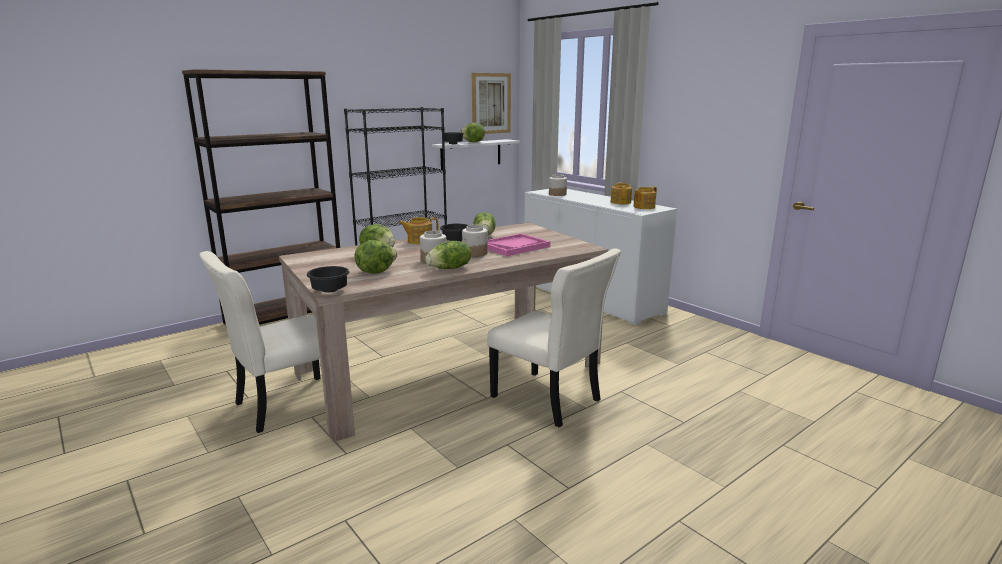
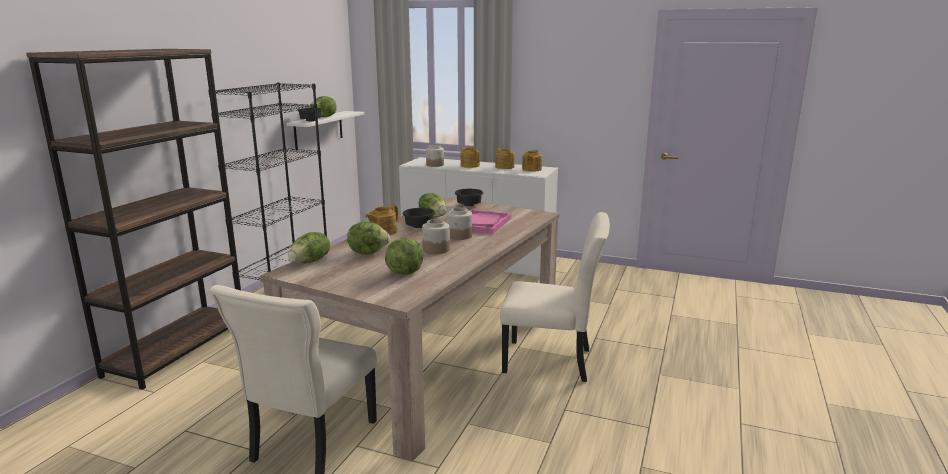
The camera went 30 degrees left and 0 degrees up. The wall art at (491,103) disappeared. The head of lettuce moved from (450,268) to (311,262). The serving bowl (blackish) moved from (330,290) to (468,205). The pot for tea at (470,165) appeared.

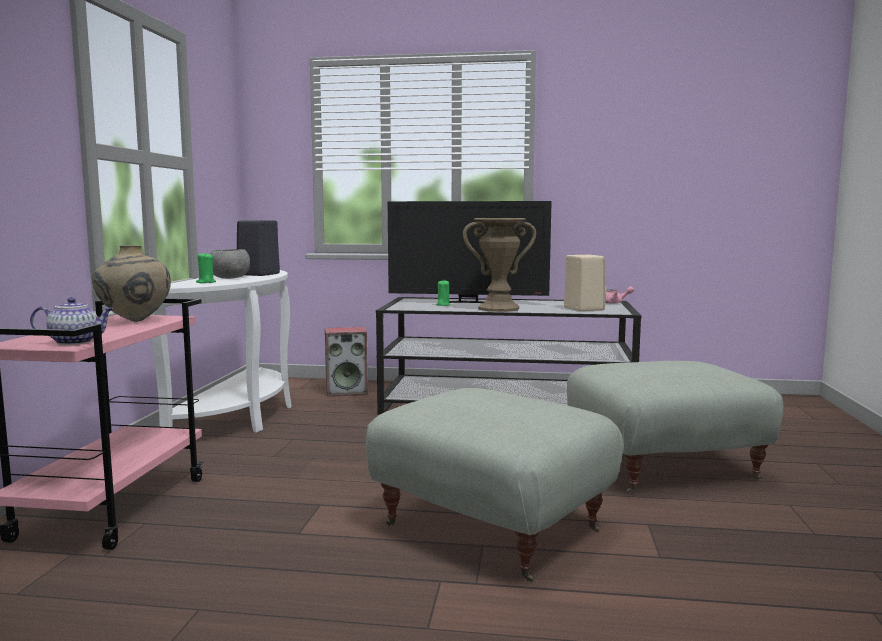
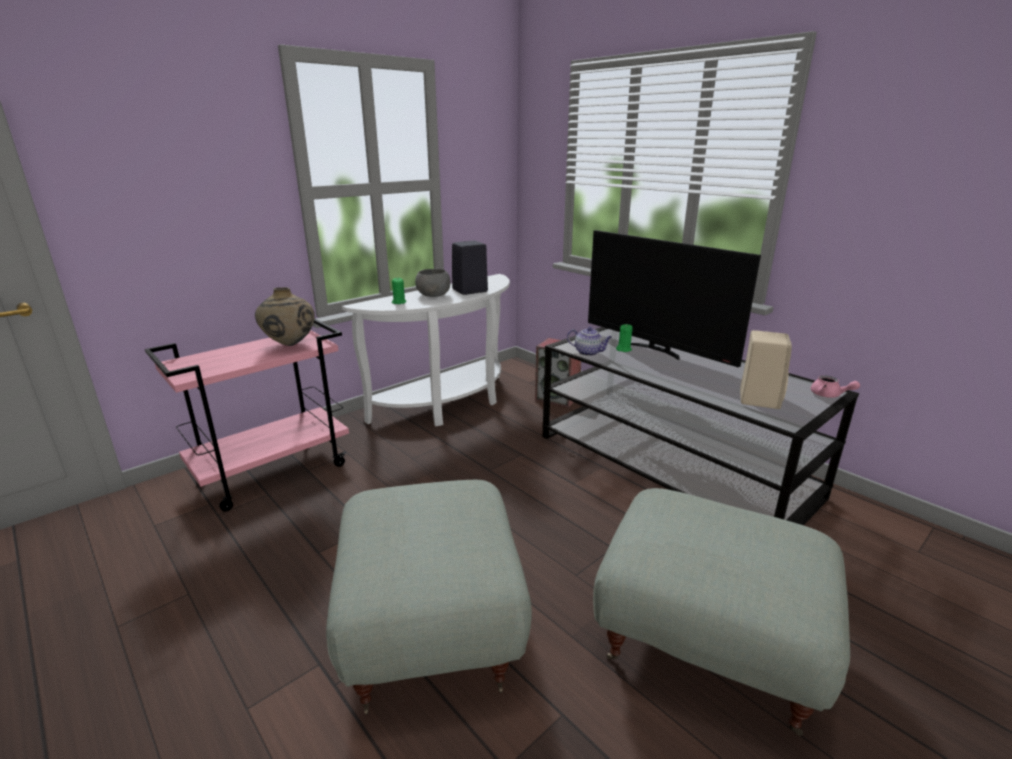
The camera went 40 degrees right and 15 degrees up. The decorative vase (brown) at (498,308) disappeared. The pot for tea moved from (76,342) to (589,352).

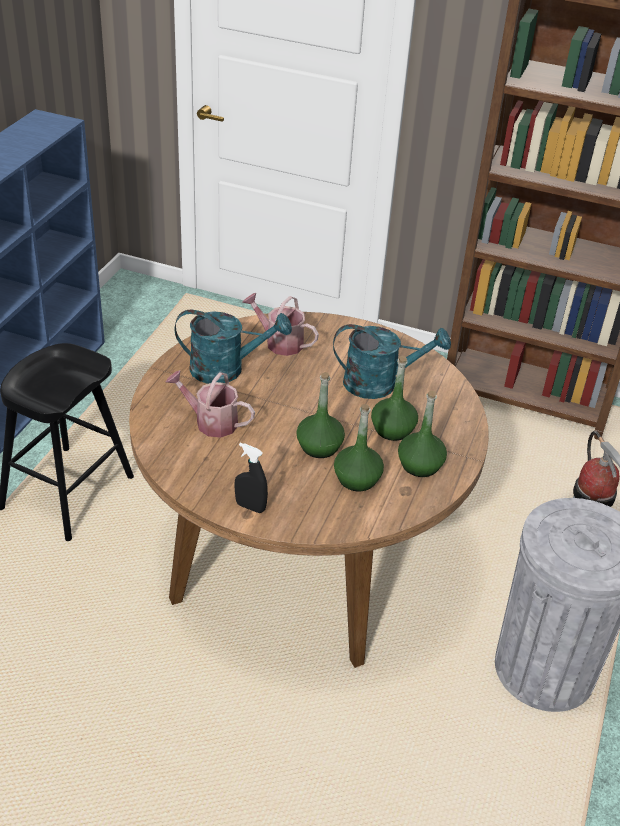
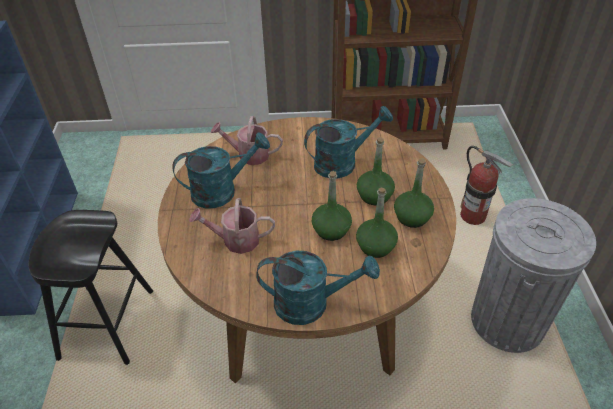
The camera went 20 degrees left and 5 degrees up. The spray bottle (blackish) at (250,507) was replaced by the sprinkling can (turquoise-coloured) at (311,303).

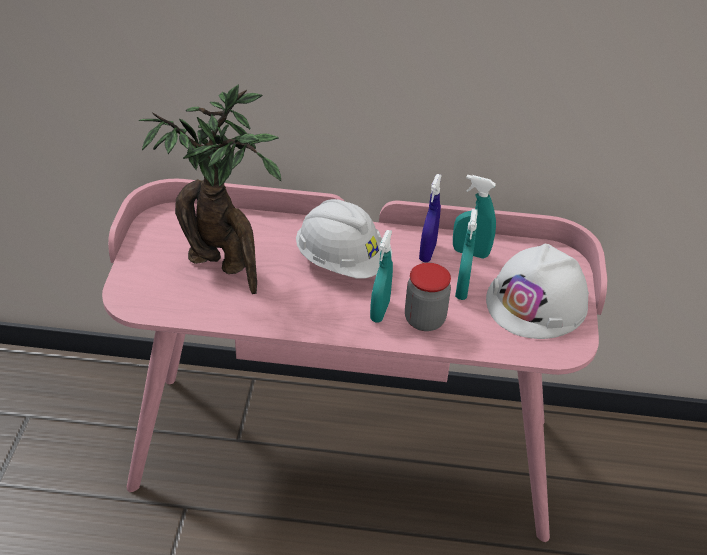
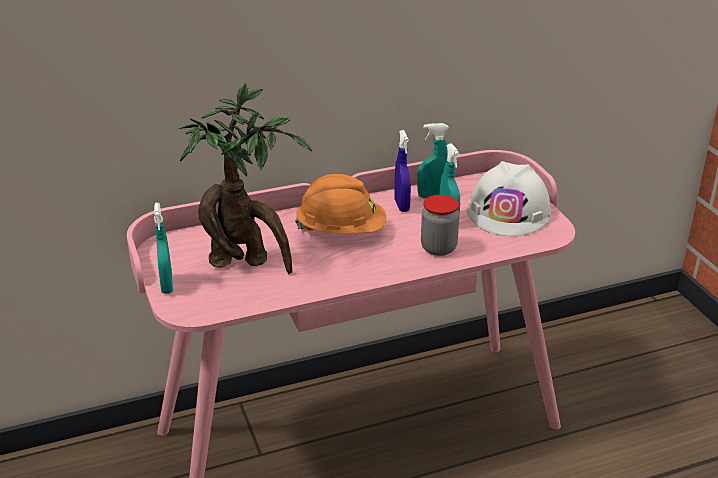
The camera went 25 degrees left and 10 degrees down. The safety helmet (whitish) at (342,262) became the safety helmet (orange) at (341,231). The spray bottle (turquoise-coloured) moved from (379,311) to (167,285).

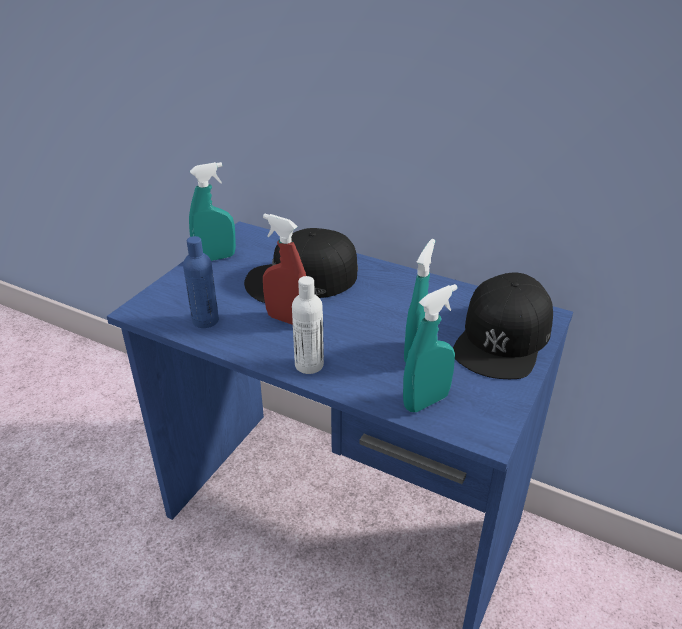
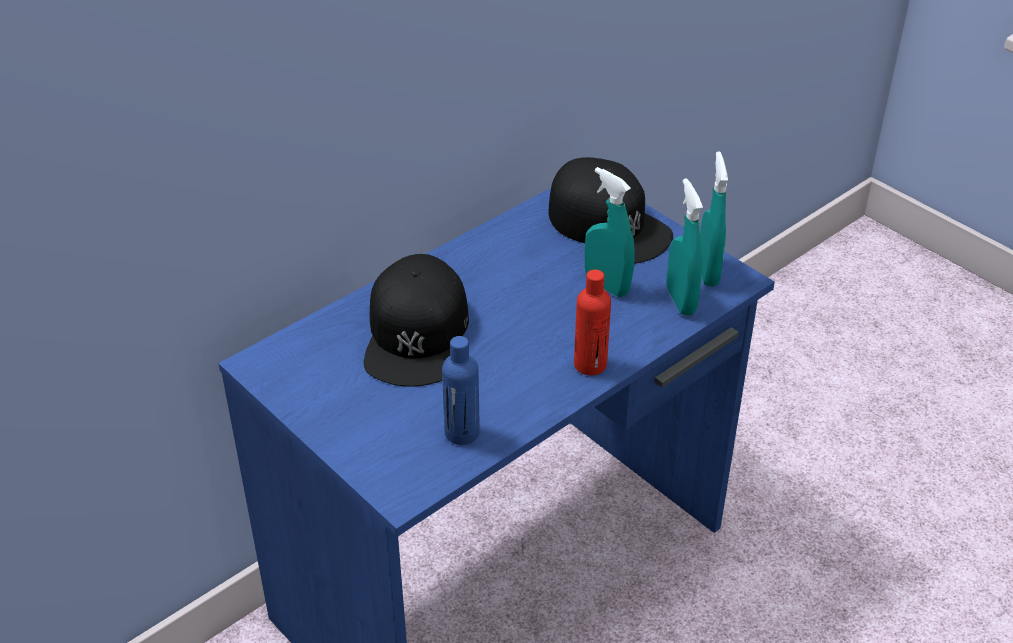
The camera went 70 degrees left and 5 degrees up. The spray bottle (turquoise-coloured) moved from (216,258) to (708,273). The spray bottle (reddish) at (287,319) disappeared. The drink bottle (whitish) at (309,365) became the drink bottle (reddish) at (590,364).

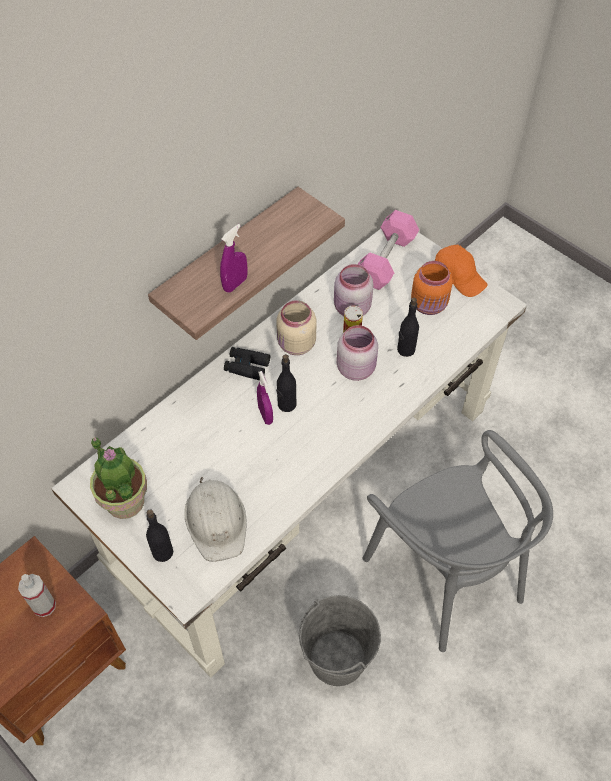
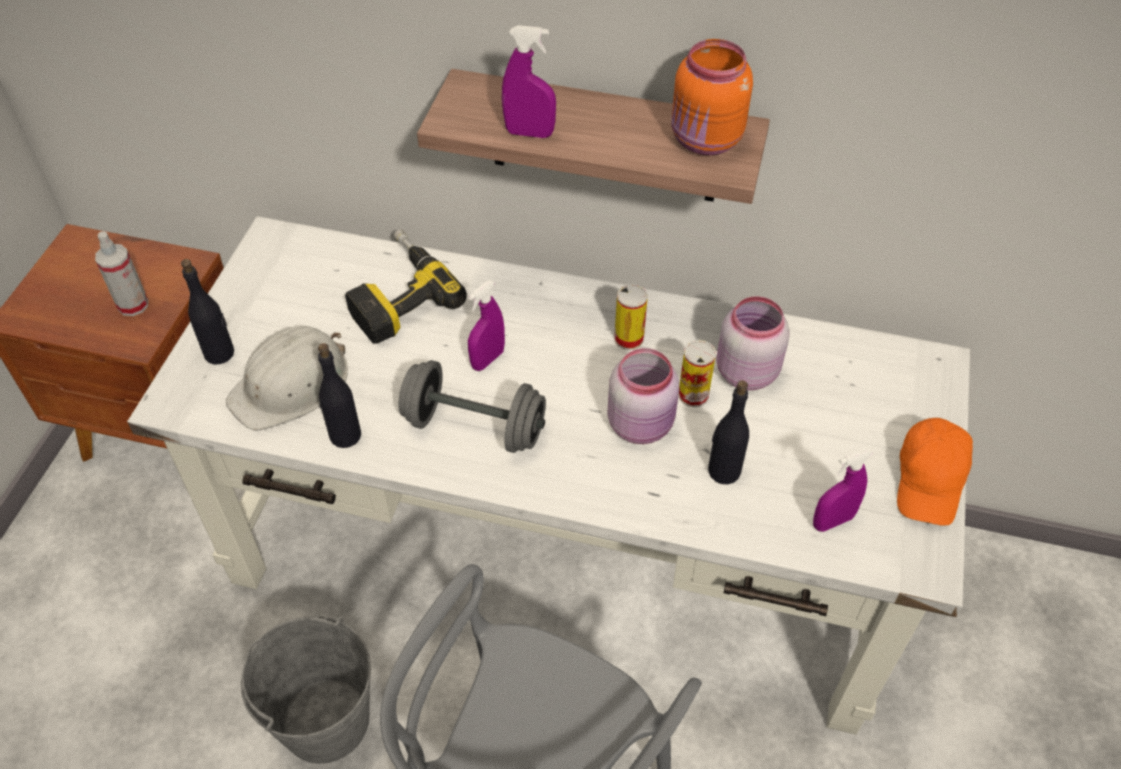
The camera went 60 degrees right and 5 degrees down. The dumbbell (pink-coloured) at (386,260) disappeared. The preserve jar (orange) moved from (429,305) to (705,141). The preserve jar (beige) at (295,345) was replaced by the sealed can at (628,339). The pair of binoculars (blackish) at (247,366) disappeared. The drink bottle (blackish) moved from (286,404) to (345,435). The plant in a pot at (125,500) disappeared. The drill at (396,295) appeared. The dumbbell (grey) at (474,426) appeared. The spray bottle (purple) at (832,521) appeared.

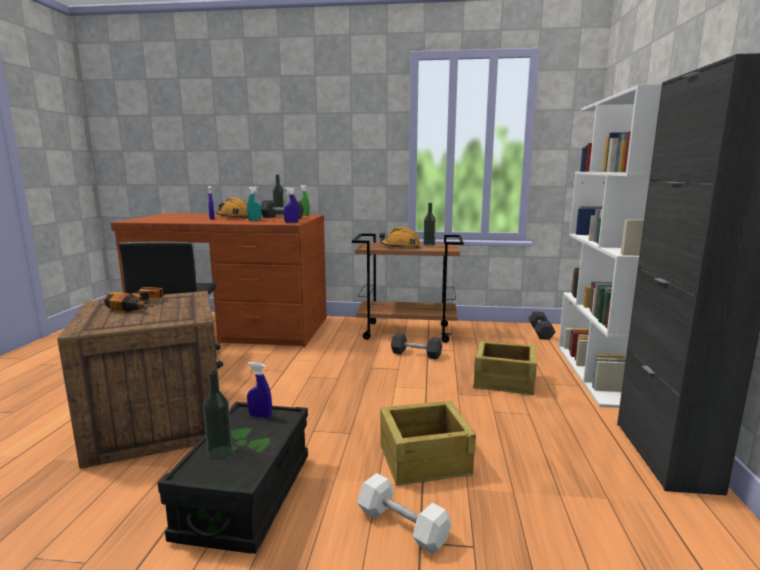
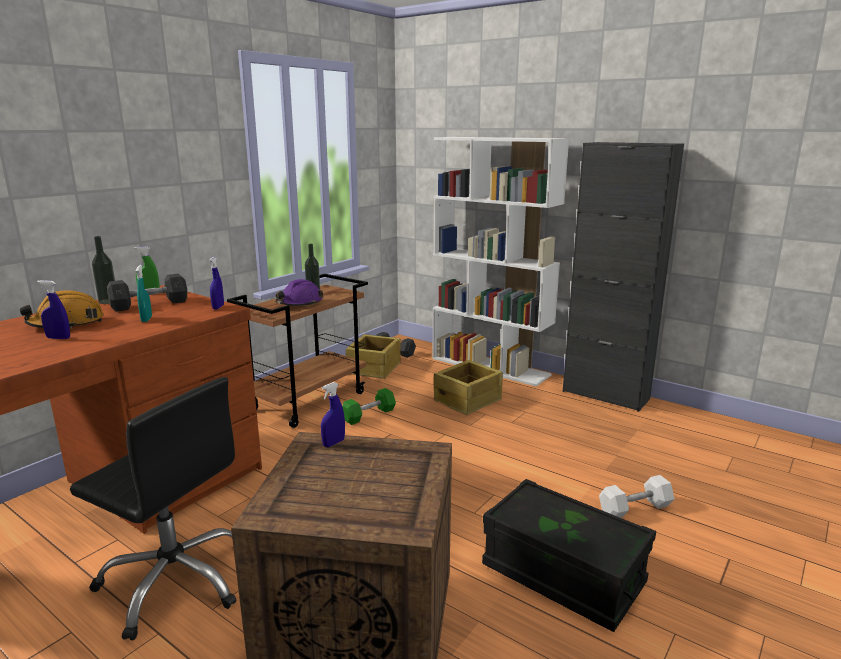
The camera went 60 degrees left and 5 degrees up. The safety helmet (orange) at (400,247) became the safety helmet (purple) at (299,303). The drill at (142,306) disappeared. The dumbbell (grey) at (416,354) became the dumbbell (greenish) at (369,415). The spray bottle (blue-coloured) moved from (260,416) to (333,443). The drink bottle at (220,452) disappeared. The packing crate moved from (423,459) to (373,368).

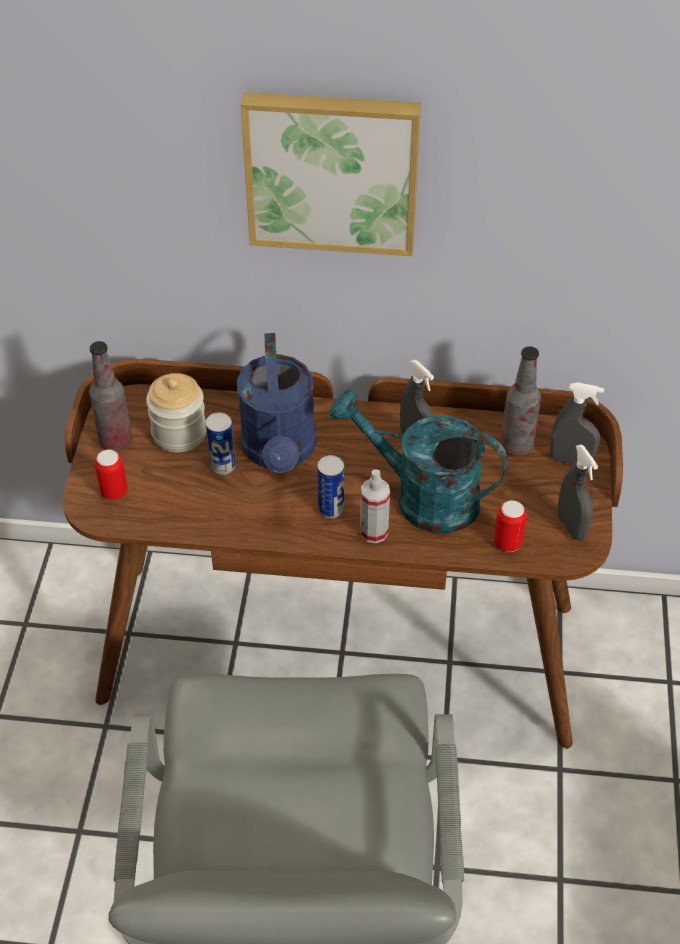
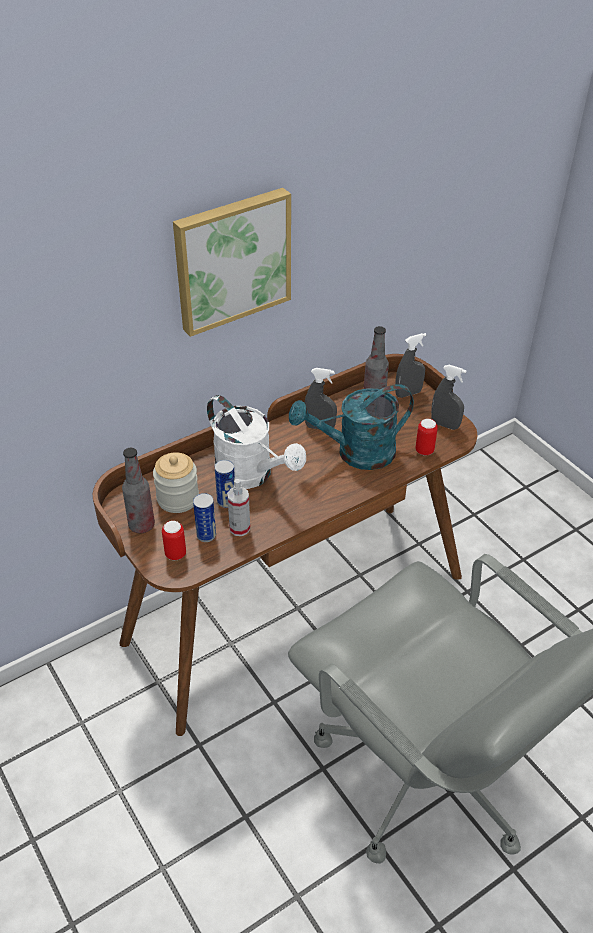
The camera went 40 degrees left and 5 degrees down. The sprinkling can (blue-coloured) at (280,452) became the sprinkling can (whitish) at (251,475). The sealed can moved from (331,509) to (206,535). The spray bottle moved from (374,532) to (239,528).

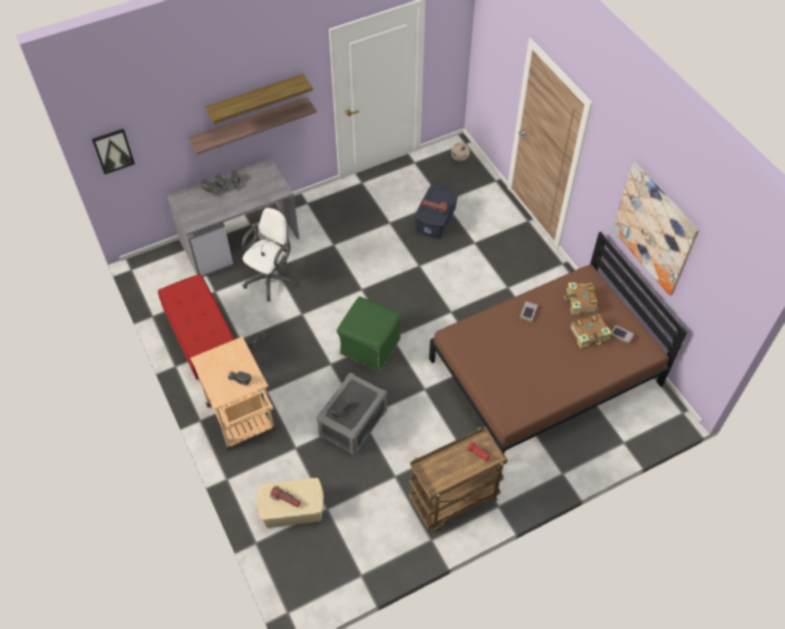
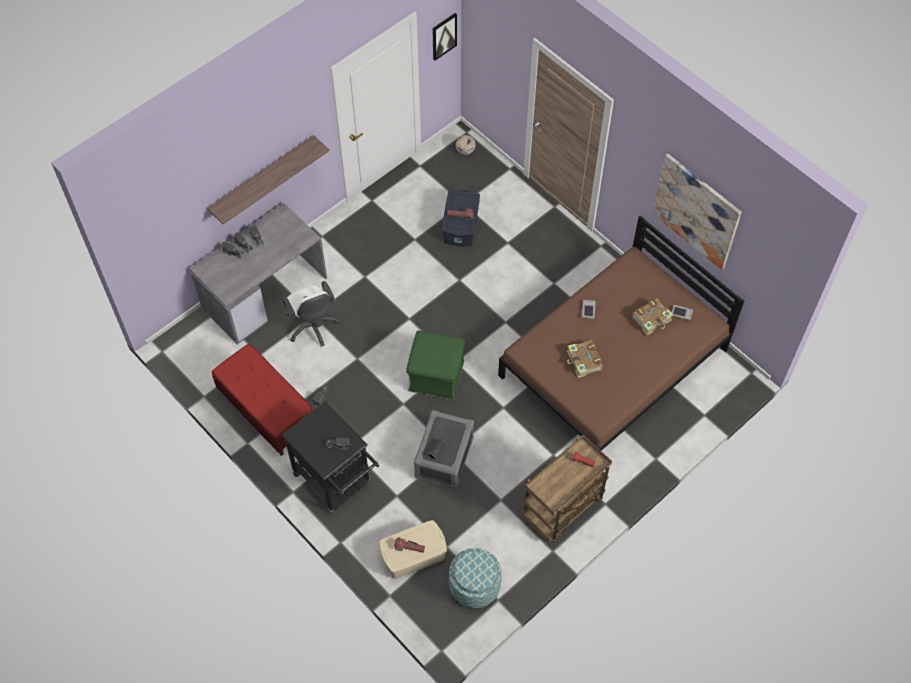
The camera went 15 degrees left and 5 degrees up. The bracket shelf at (255,98) disappeared. The wall art moved from (113,150) to (444,36). The office chair (whitish) at (271,278) turned 135 degrees clockwise. The volume moved from (580,302) to (584,362). The cart (beige) at (243,421) became the cart (blackish) at (336,482). The pouffe at (474,586) appeared.

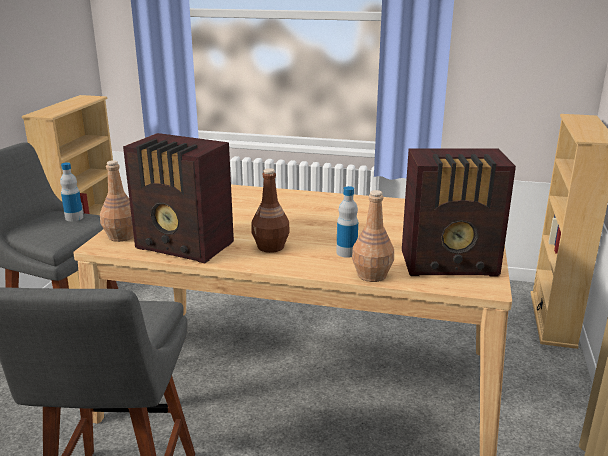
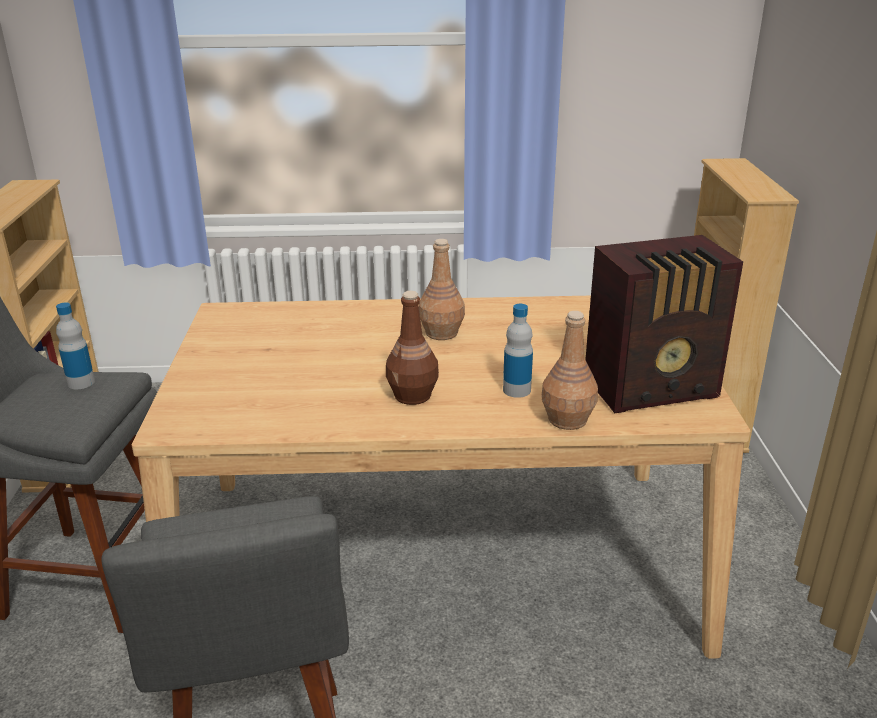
The camera went 15 degrees left and 5 degrees up. The radio at (185,247) disappeared. The drink bottle (brown) moved from (121,236) to (442,333).

